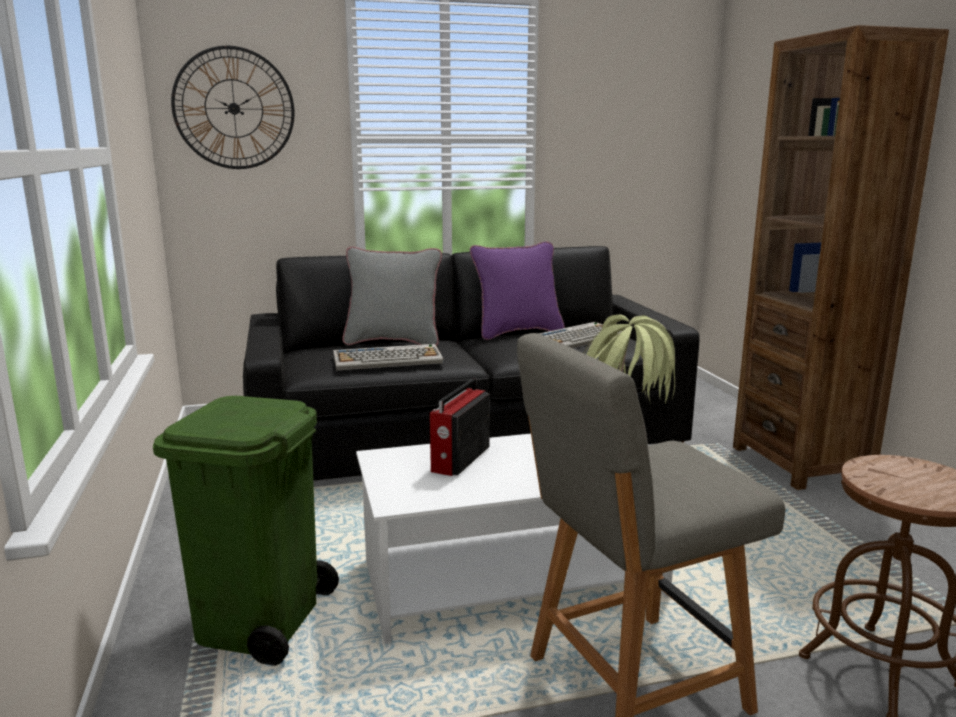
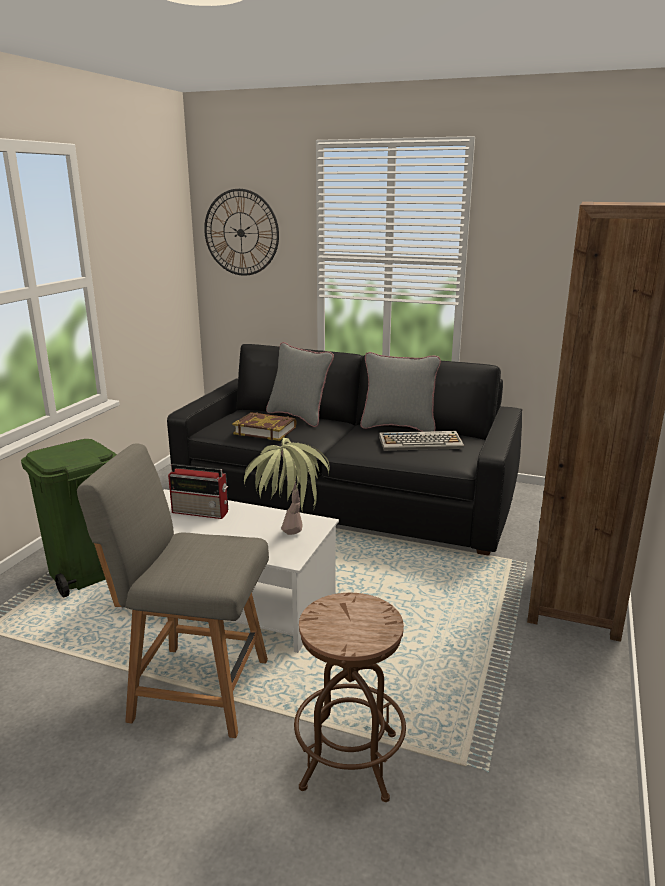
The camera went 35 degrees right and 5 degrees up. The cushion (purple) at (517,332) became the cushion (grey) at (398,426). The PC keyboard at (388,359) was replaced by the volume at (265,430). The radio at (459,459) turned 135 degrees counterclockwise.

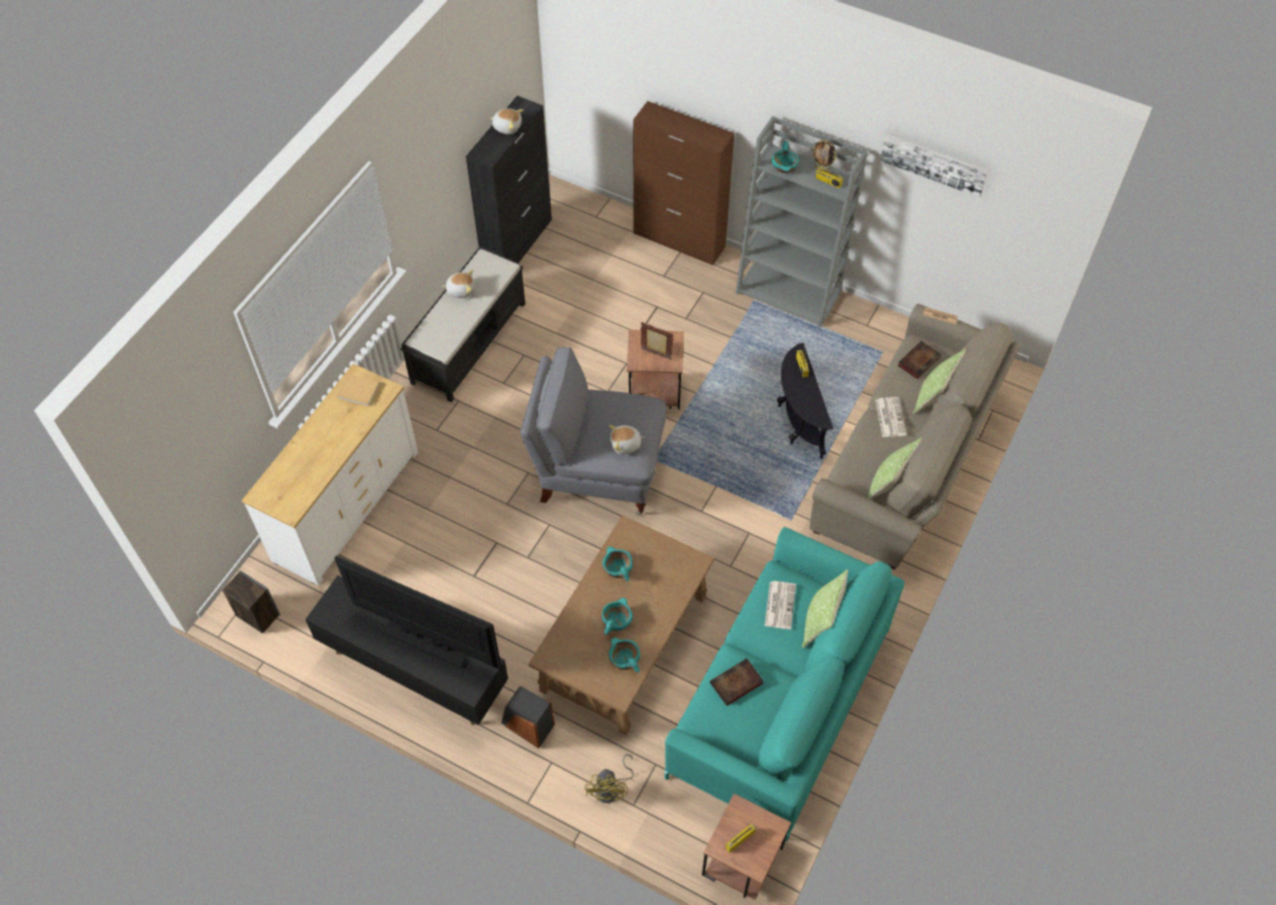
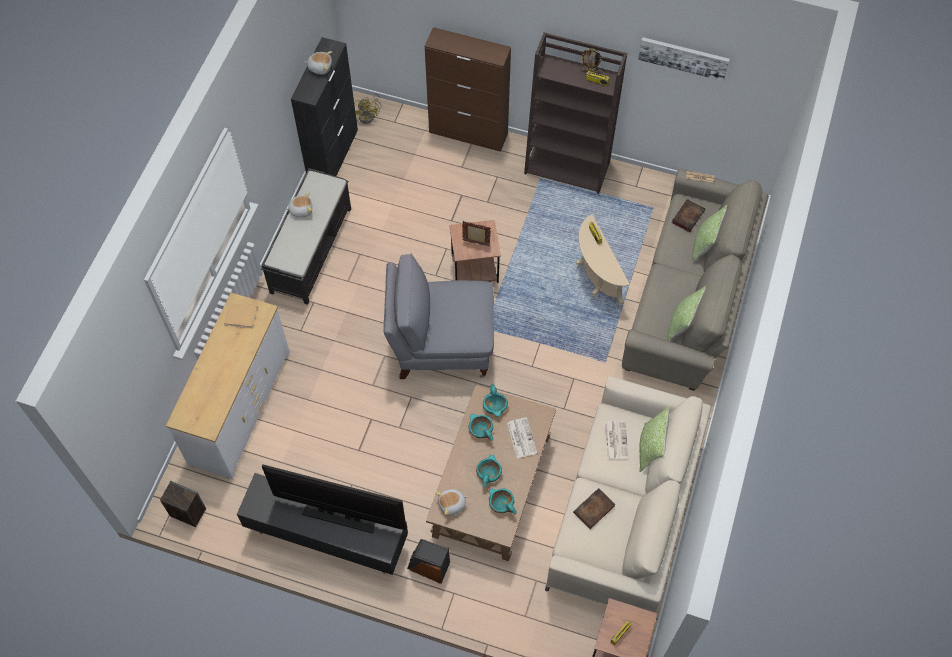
The camera went 10 degrees left and 5 degrees up. The bookshelf (grey) at (789,293) became the bookshelf (brown) at (568,167). The serving bowl (turquoise-coloured) moved from (784,166) to (495,406). The end table (blackish) at (798,422) became the end table (beige) at (595,278). The daily paper moved from (890,417) to (521,437). The soft toy moved from (625,444) to (452,504). The sofa (turquoise-coloured) at (780,702) became the sofa (beige) at (624,513). The cooling fan (yellowish) moved from (612,789) to (369,115).

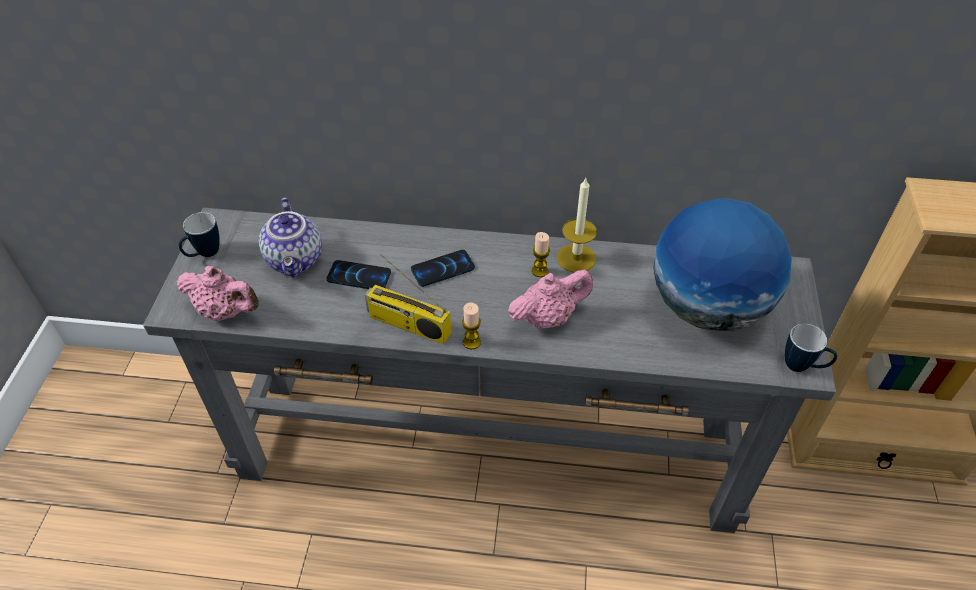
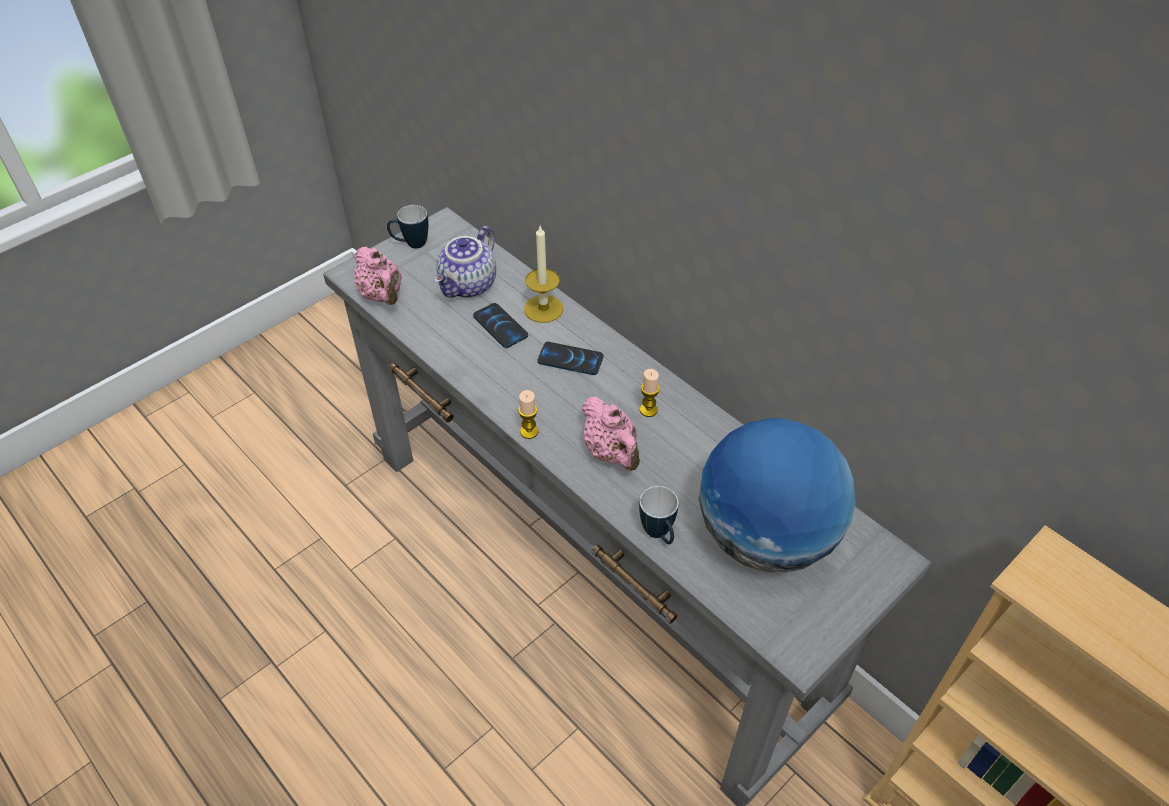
The camera went 40 degrees right and 0 degrees up. The wax candle moved from (576,258) to (543,309). The radio at (407,325) disappeared. The pot for tea (pink-coloured) at (548,318) turned 45 degrees clockwise. The coffee mug moved from (802,367) to (659,535).

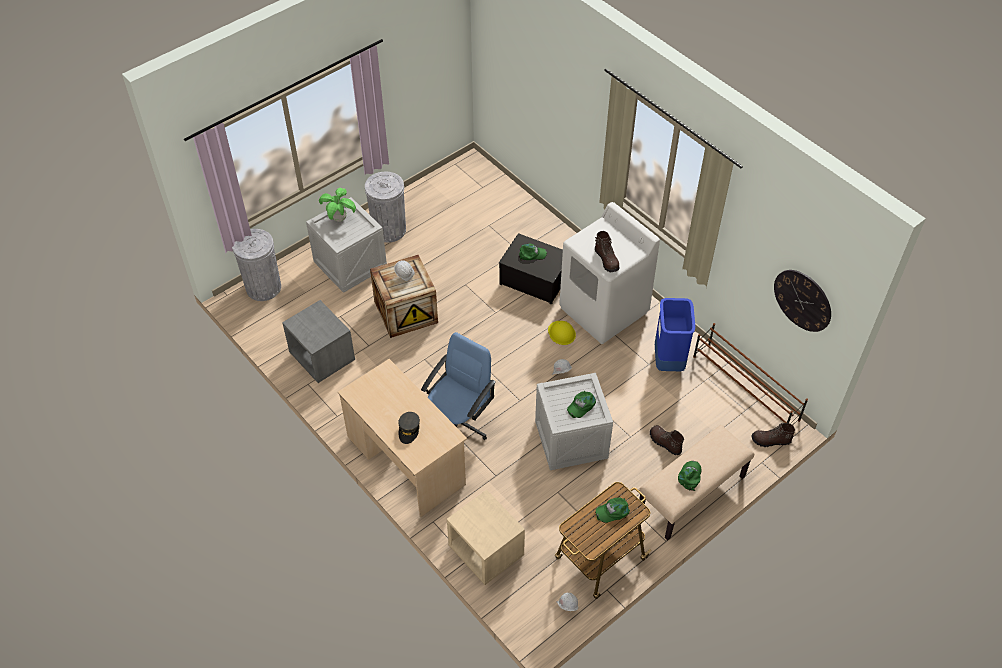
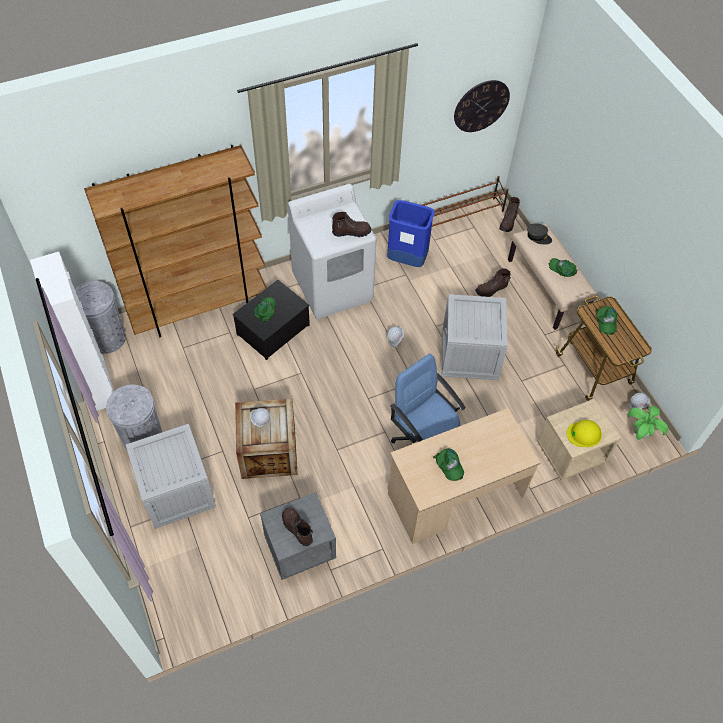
The camera went 75 degrees left and 5 degrees up. The plant in a pot moved from (339,219) to (641,433). The rubbish bin (grey) moved from (263,287) to (107,338). The safety helmet (yellowish) moved from (561,333) to (584,434). The peaked cap (greenish) moved from (581,405) to (449,465). The peaked cap (grey) moved from (409,430) to (538,237). The bookshelf (brown) at (199,308) appeared. The storage cabinet (whitish) at (99,386) appeared. The tall boot (brown) at (297,529) appeared.

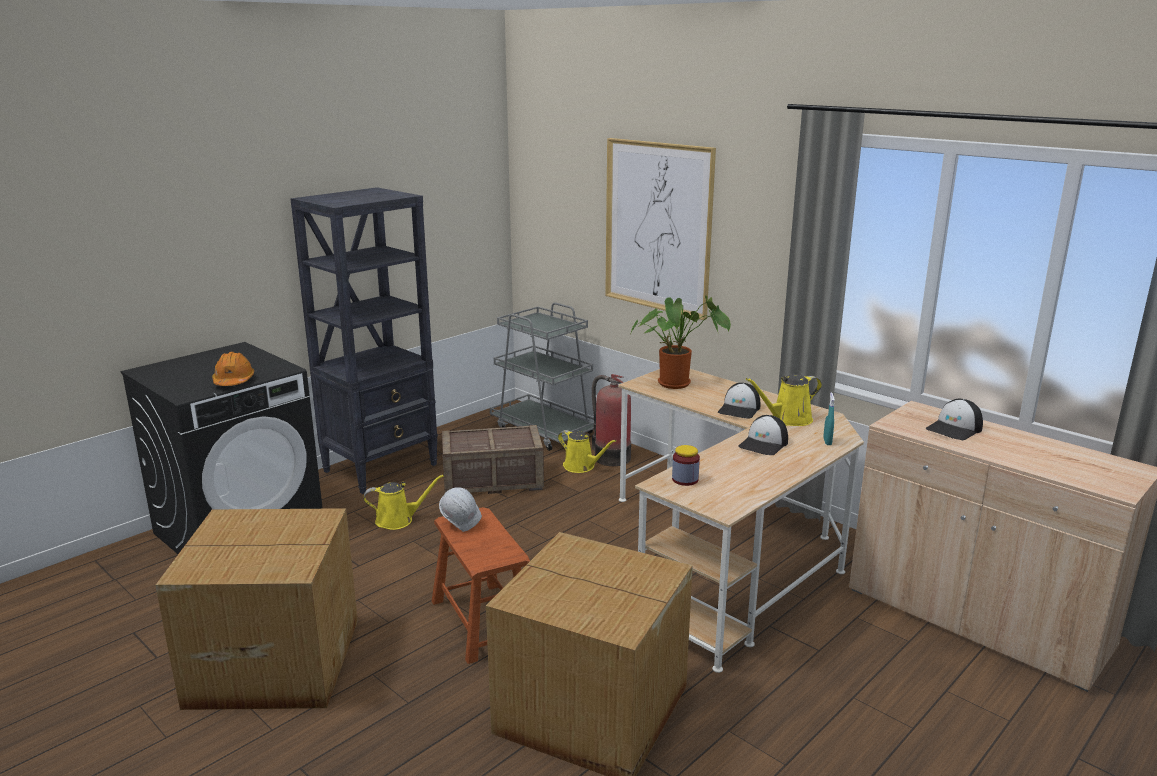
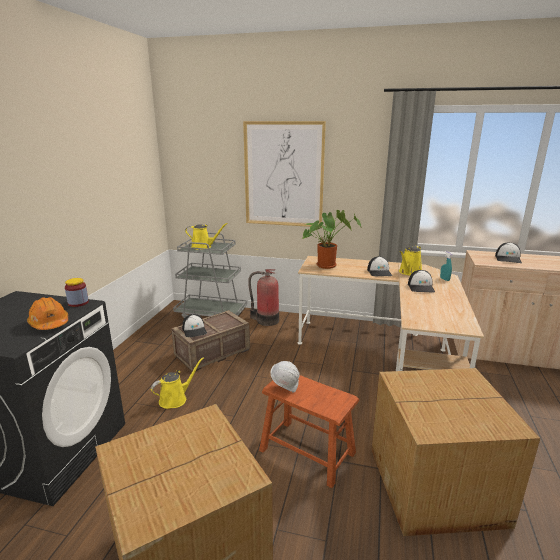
The camera went 30 degrees left and 0 degrees up. The bookshelf (blackish) at (382,467) disappeared. The sprinkling can (yellowish) moved from (581,466) to (203,247). The preserve jar moved from (685,480) to (78,303). The peaked cap at (194,330) appeared.

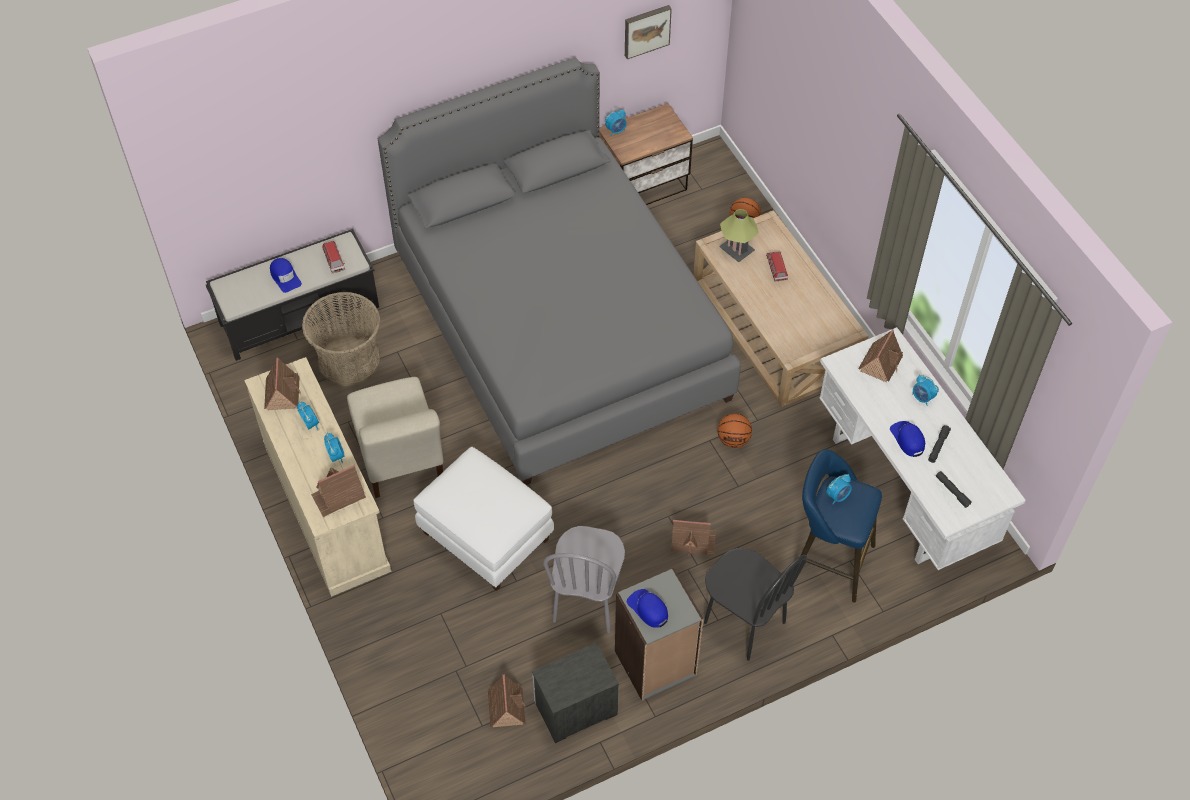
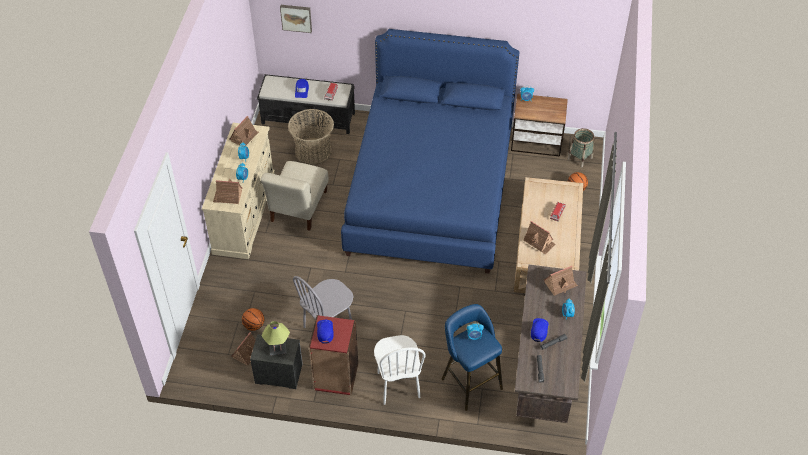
The camera went 35 degrees right and 5 degrees down. The wall art moved from (646,30) to (296,17). The bed (grey) at (560,326) became the bed (blue-coloured) at (431,189). The tabletop lamp moved from (736,250) to (277,347). The desk (whitish) at (903,488) became the desk (brown) at (545,370). The basketball moved from (733,440) to (254,325). The pouffe (whitish) at (484,537) disappeared. The model house moved from (692,540) to (539,242). The upright chair (blackish) at (744,623) became the upright chair (whitish) at (398,385). The bookshelf (grey) at (655,664) became the bookshelf (reddish) at (336,377). The household basket at (580,158) appeared.

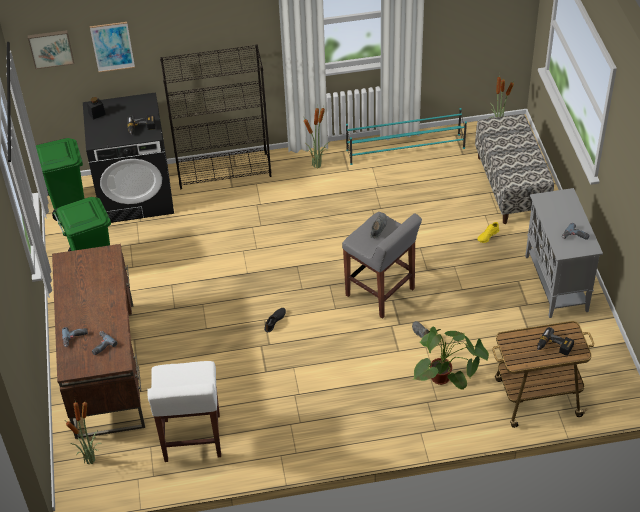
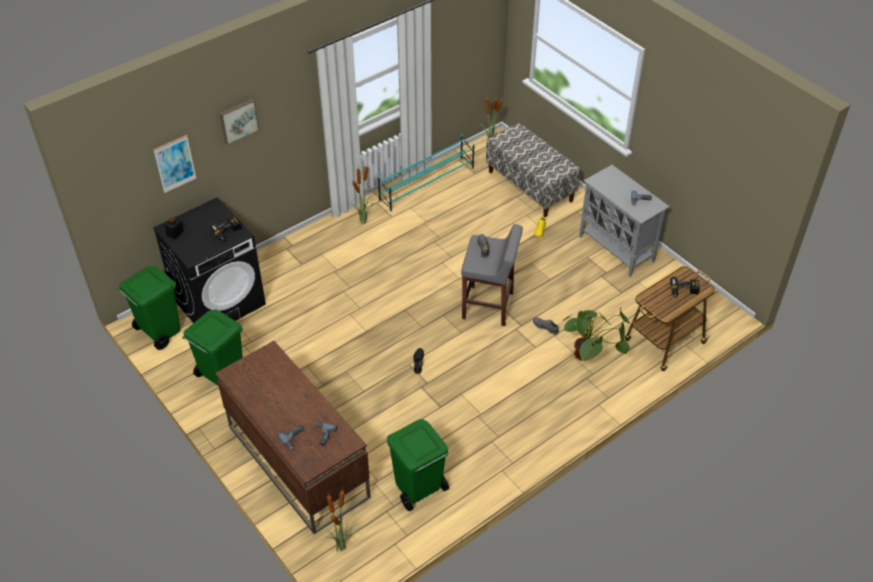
The camera went 30 degrees left and 0 degrees up. The wall art moved from (51,48) to (238,120). The bookshelf (blackish) at (224,170) disappeared. The stool seat (whitish) at (192,439) was replaced by the rubbish bin (greenish) at (418,489).

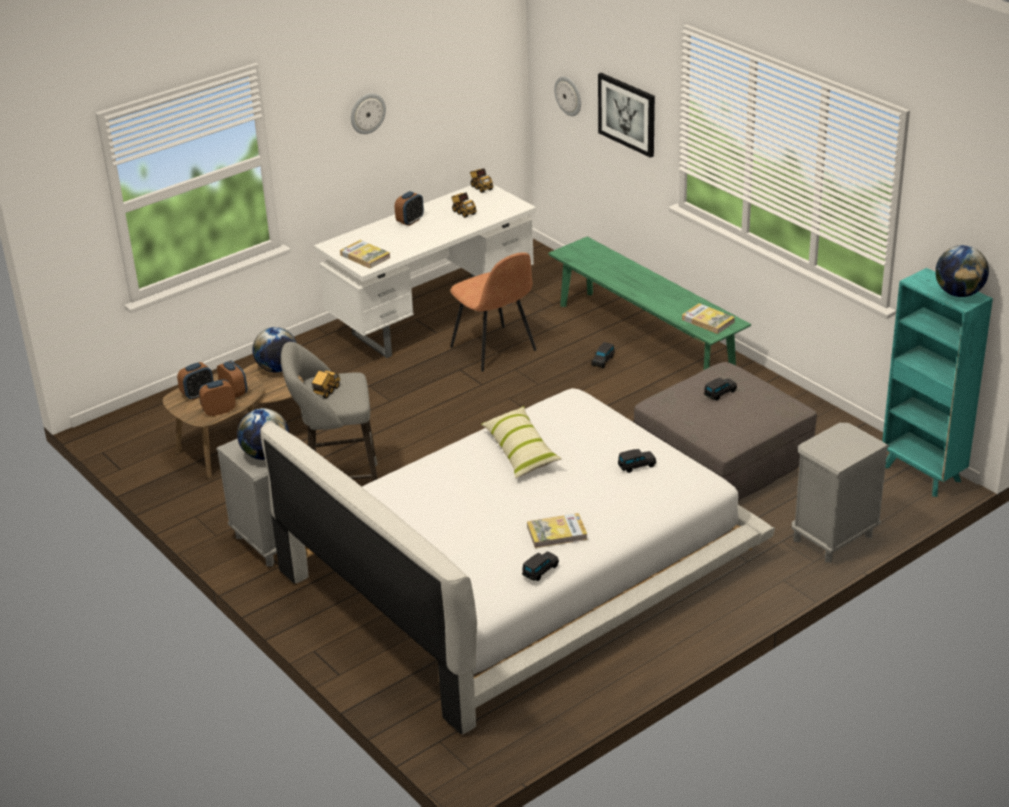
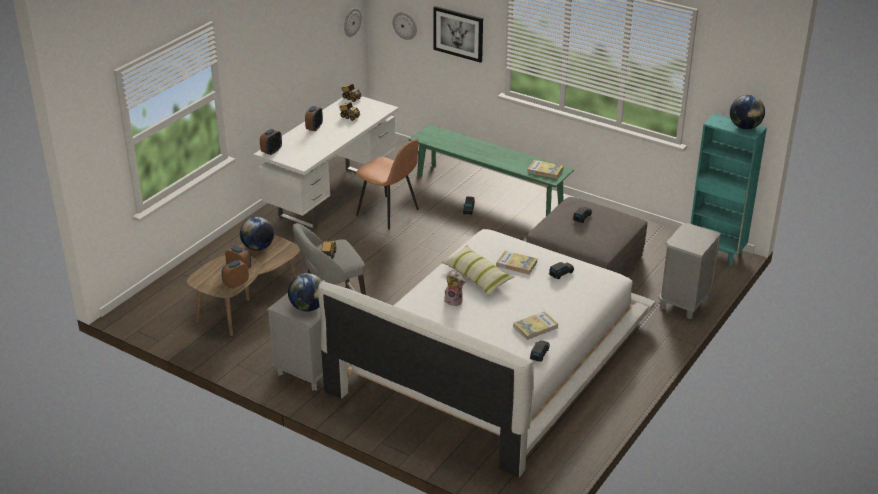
The camera went 20 degrees left and 0 degrees up. The wall clock moved from (367,113) to (351,22). The volume moved from (365,256) to (516,264). The bedside clock moved from (198,394) to (271,151). The soft toy at (454,301) appeared.

